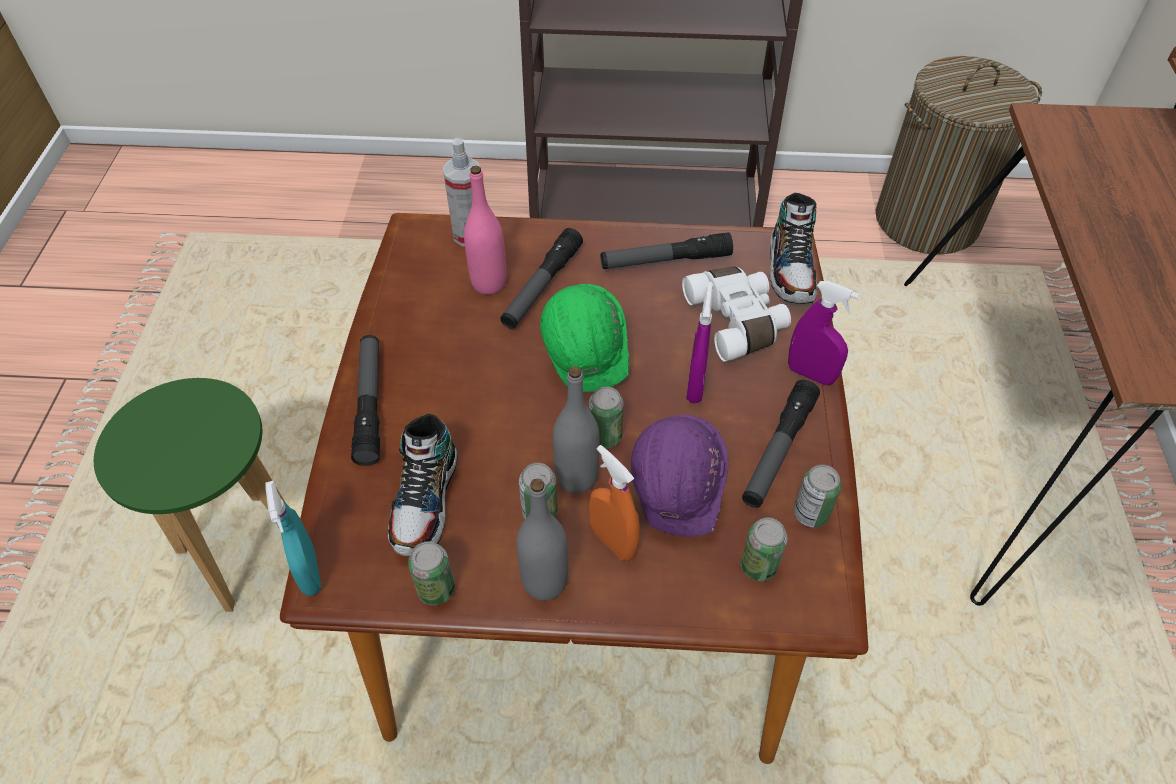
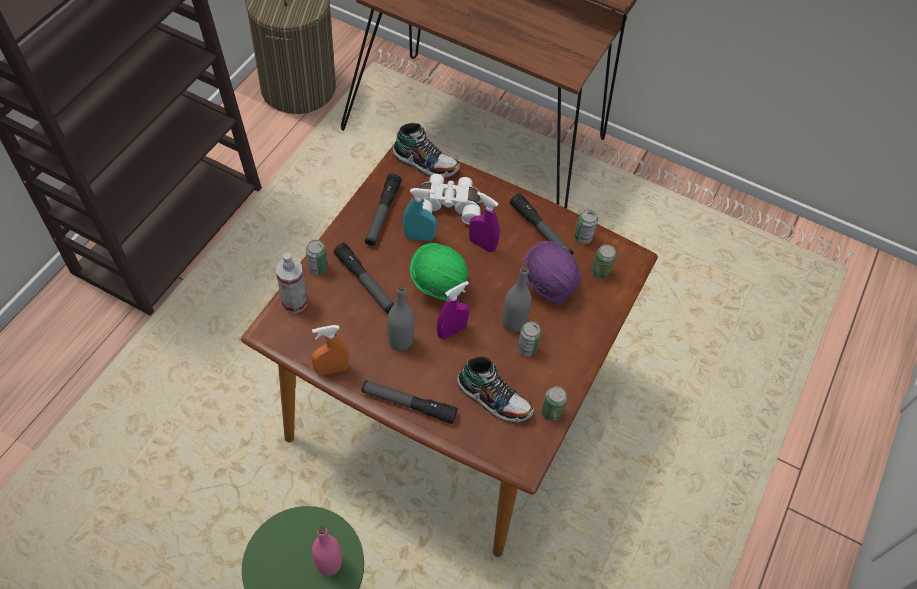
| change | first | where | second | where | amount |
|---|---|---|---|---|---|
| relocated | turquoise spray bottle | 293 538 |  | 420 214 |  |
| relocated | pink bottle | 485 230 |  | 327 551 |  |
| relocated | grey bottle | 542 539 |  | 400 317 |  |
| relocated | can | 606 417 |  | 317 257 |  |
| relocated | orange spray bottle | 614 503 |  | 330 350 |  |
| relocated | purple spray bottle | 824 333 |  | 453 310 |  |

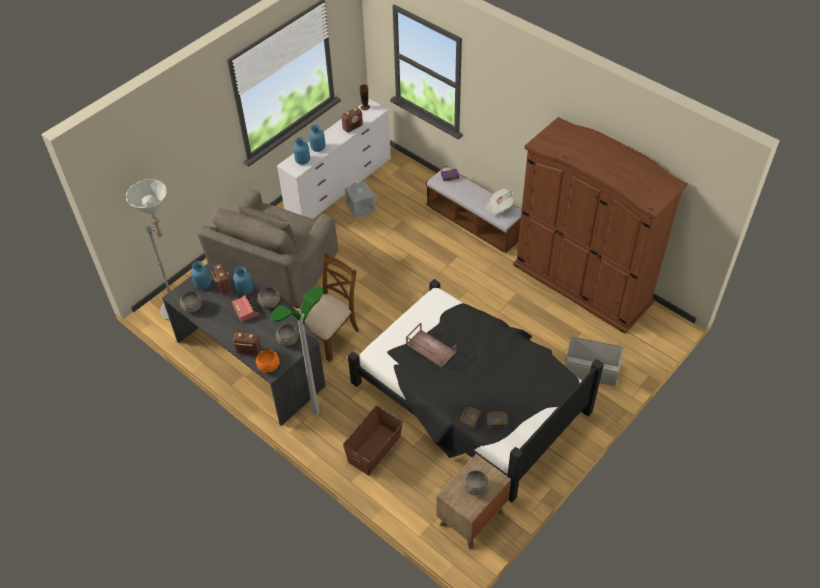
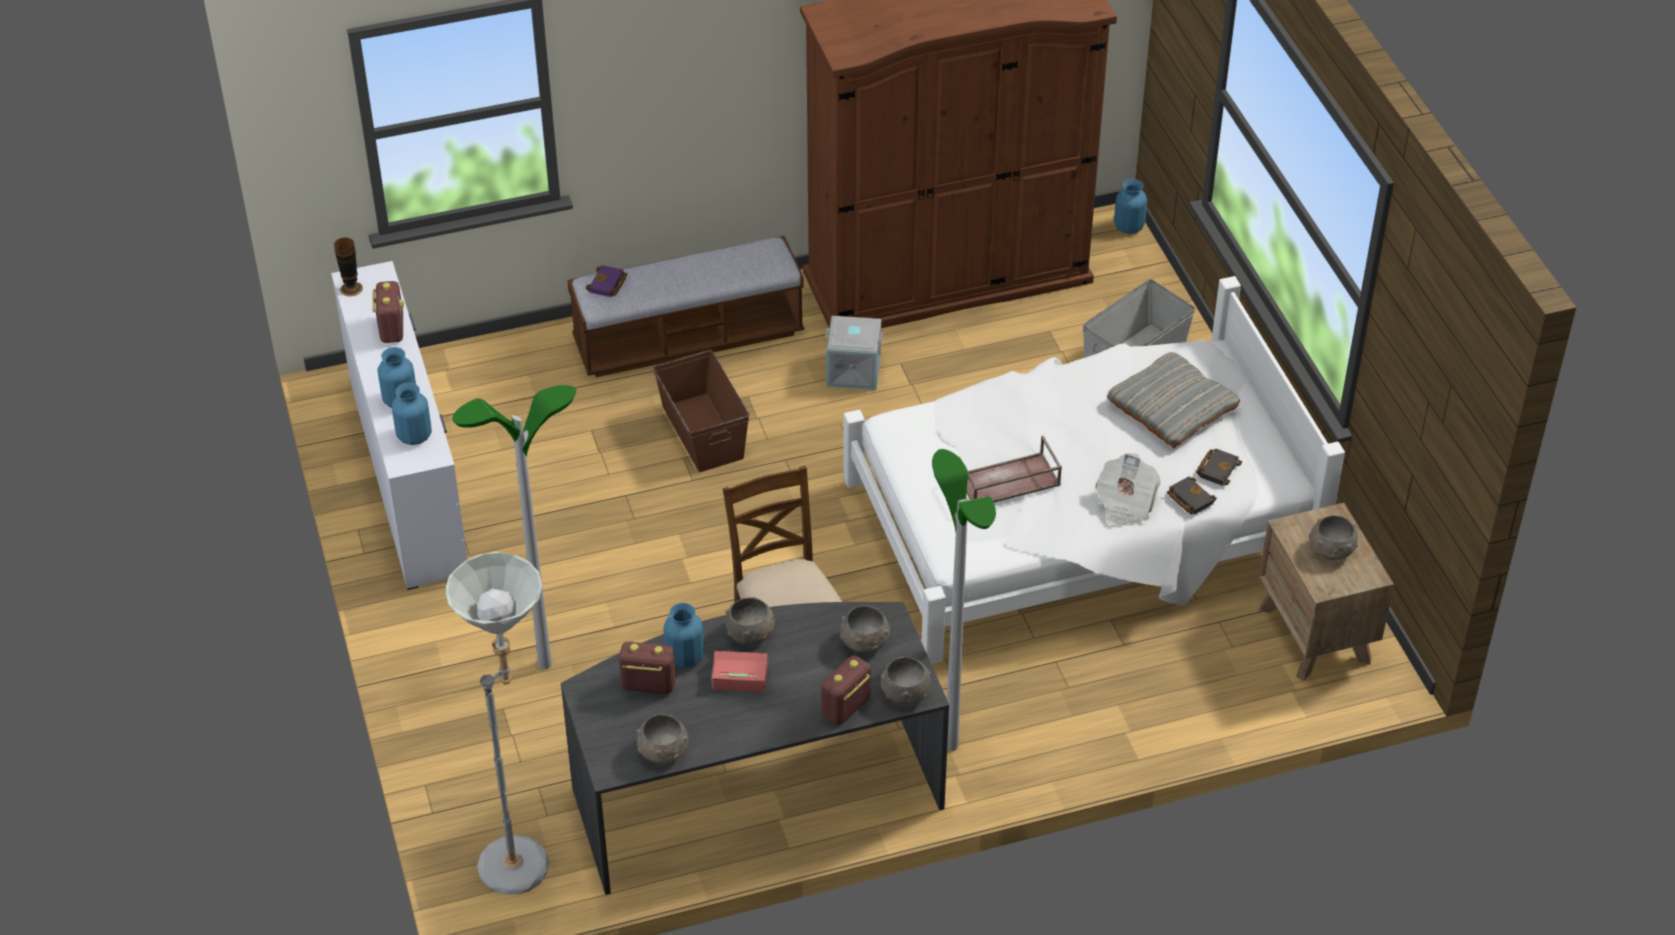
| change | first | where | second | where | amount |
|---|---|---|---|---|---|
| appeared |  |  | grey pillow | 1173 400 |  |
| relocated | blue vase | 201 275 |  | 1130 206 |  |
| relocated | brown storage box | 373 440 |  | 701 411 |  |
| relocated | grey storage box | 360 200 |  | 854 353 |  |
| relocated | newspaper | 499 202 |  | 1127 489 |  |
| exchanged | grey armchair | 267 249 | floor lamp | 514 527 |  |
| colour | orange bowl | 268 361 | grey bowl | 906 680 |  |
| colour | black bed | 476 391 | white bed | 1094 470 |  |

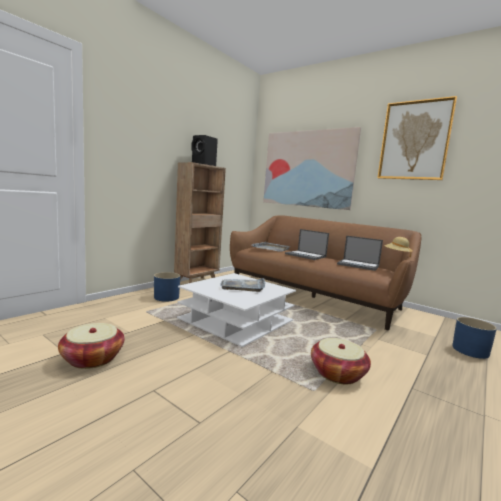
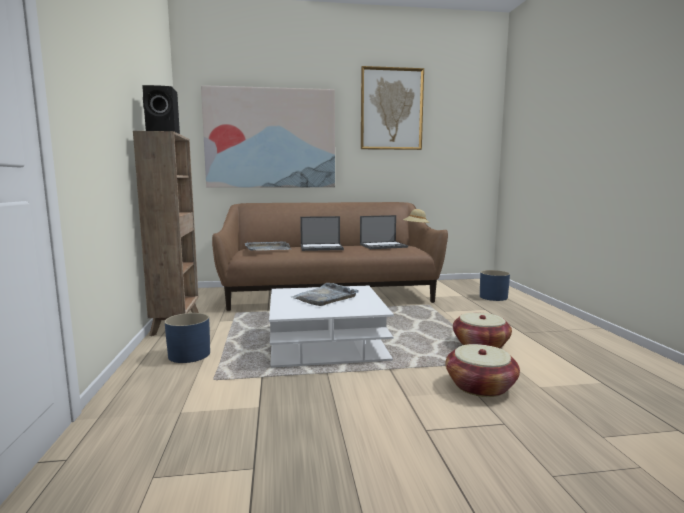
| change | first | where | second | where | amount |
|---|---|---|---|---|---|
| relocated | basket | 91 346 |  | 483 370 |  |

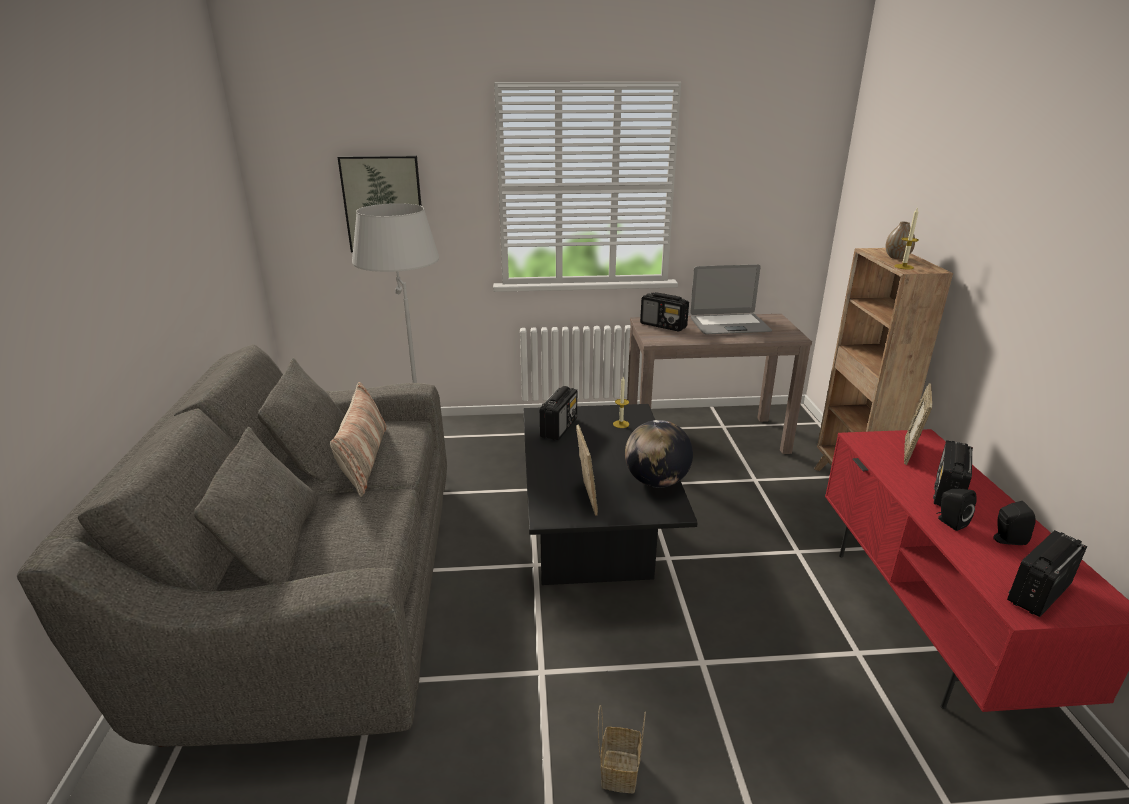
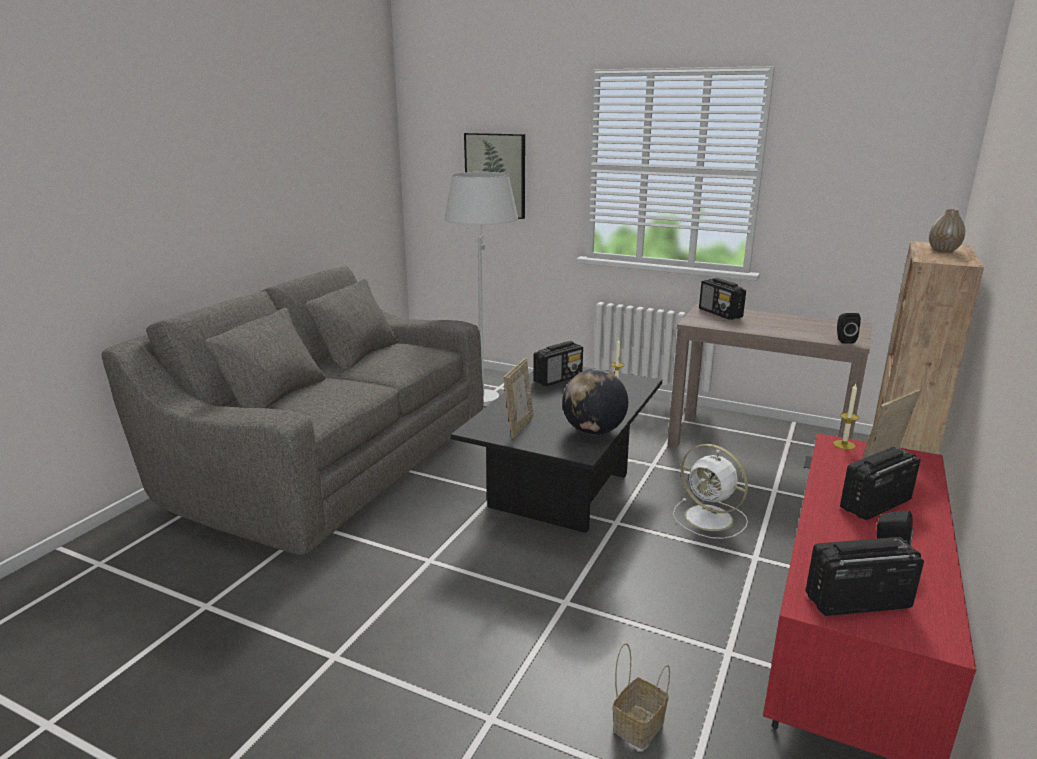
| change | first | where | second | where | amount |
|---|---|---|---|---|---|
| missing | pillow | 358 439 |  |  |  |
| missing | laptop | 731 299 |  |  |  |
| appeared |  |  | white fan | 710 491 |  |
| relocated | basket | 622 749 |  | 641 696 |  |
| relocated | candle | 906 238 |  | 846 417 |  |
| relocated | black speaker | 957 510 |  | 849 328 |  |

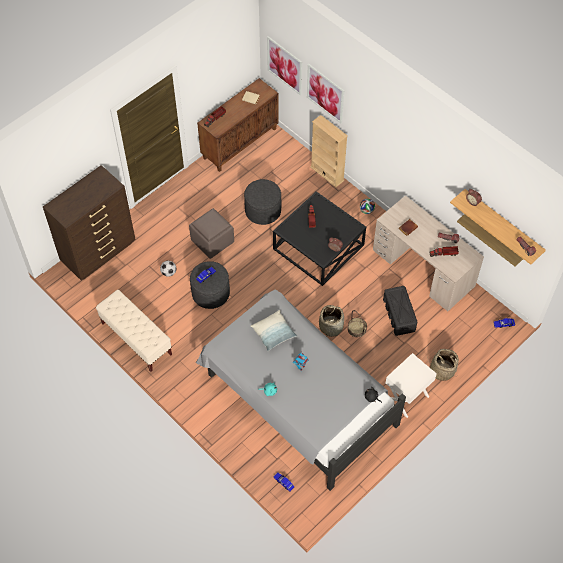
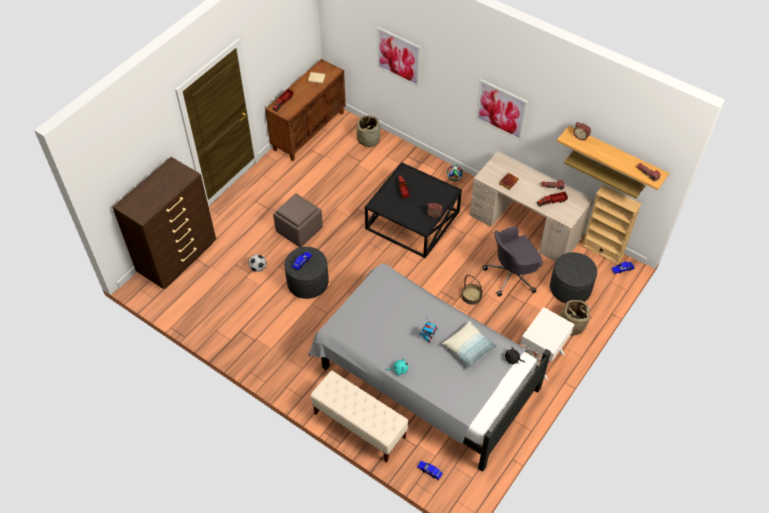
| change | first | where | second | where | amount |
|---|---|---|---|---|---|
| relocated | beige bench | 134 331 |  | 359 416 |  |
| relocated | grey ottoman | 262 202 |  | 573 277 |  |
| relocated | pillow | 273 330 |  | 469 345 |  |
| relocated | picture | 284 66 |  | 502 110 |  |
| relocated | beige bookcase | 329 151 |  | 611 225 |  |
| relocated | basket | 331 321 |  | 368 131 |  |
| exchanged | black storage box | 400 311 | grey office chair | 512 261 |  |

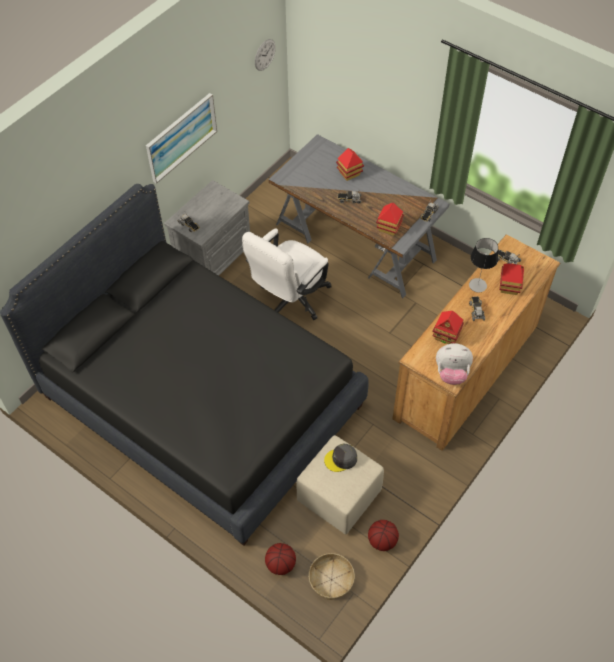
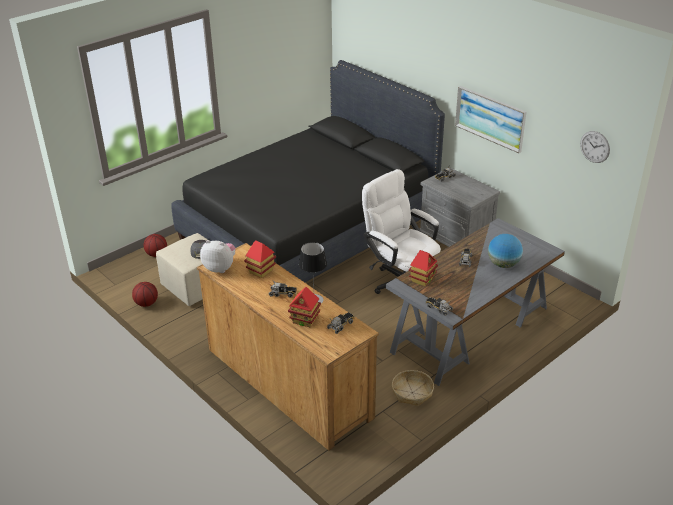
| change | first | where | second | where | amount |
|---|---|---|---|---|---|
| relocated | basket | 332 576 |  | 413 388 |  |
| exchanged | toy house | 350 164 | globe | 505 251 |  |
| spun | plush toy | 454 364 |  | 218 256 | 90 degrees clockwise |

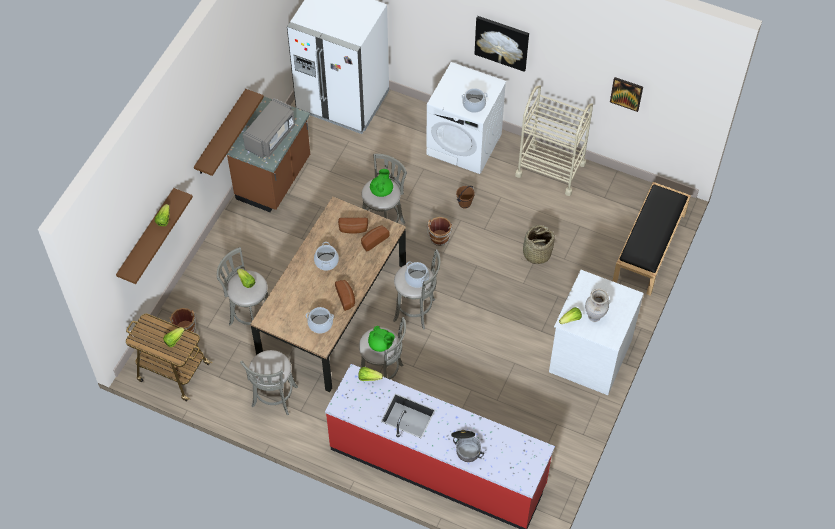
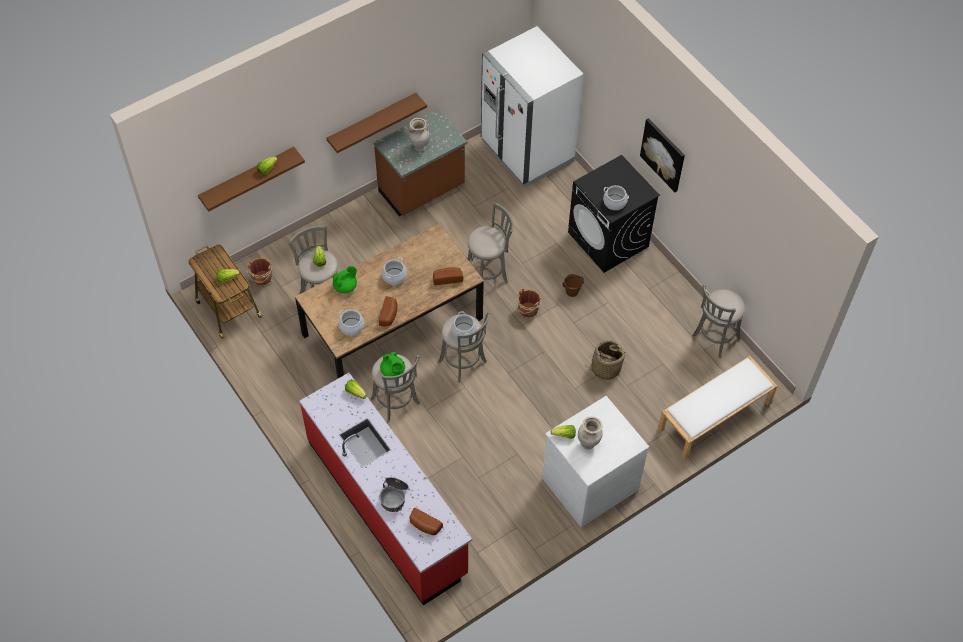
| change | first | where | second | where | amount |
|---|---|---|---|---|---|
| missing | beige cart | 554 140 |  |  |  |
| missing | picture | 626 94 |  |  |  |
| relocated | grey stool | 269 383 |  | 718 321 |  |
| relocated | bread | 353 225 |  | 426 521 |  |
| relocated | green teapot | 381 183 |  | 345 279 |  |
| exchanged | grey microwave | 269 128 | beige vase | 419 135 |  |
| colour | white washing machine | 466 118 | black washing machine | 614 214 |  |
| colour | black bench | 652 239 | white bench | 717 408 |  |

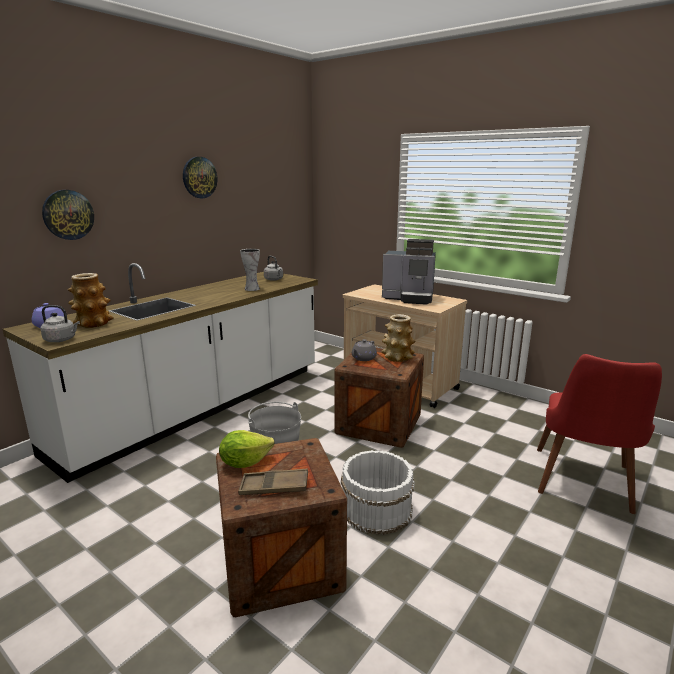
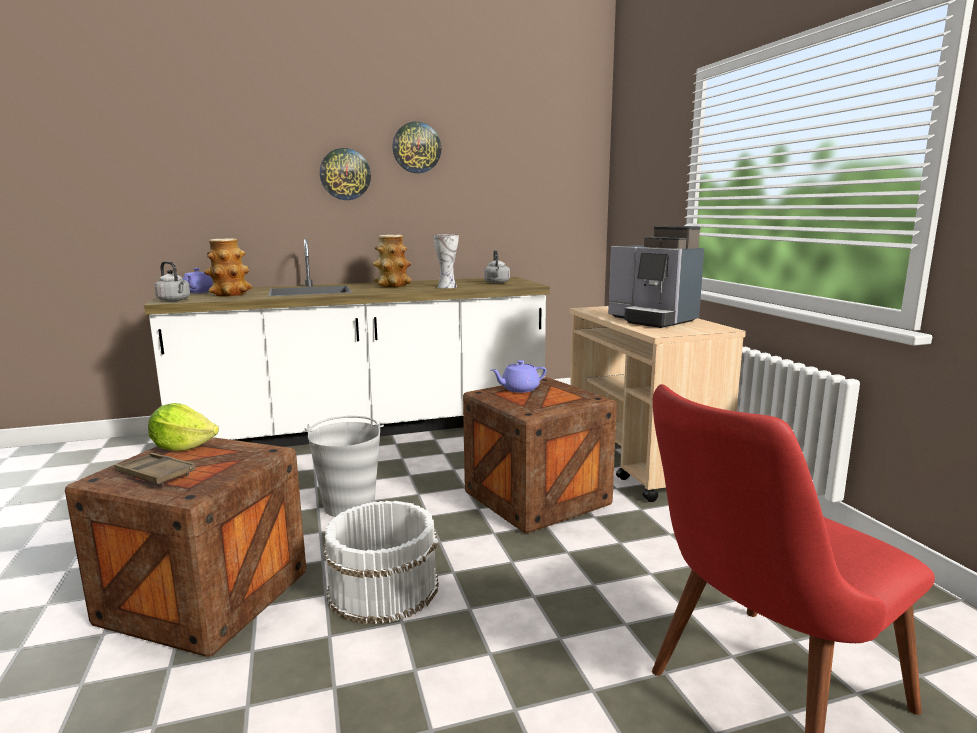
| change | first | where | second | where | amount |
|---|---|---|---|---|---|
| relocated | wall clock | 68 215 |  | 345 174 |  |
| relocated | vase | 398 338 |  | 392 261 |  |
| colour | grey teapot | 364 350 | purple teapot | 519 376 |  |

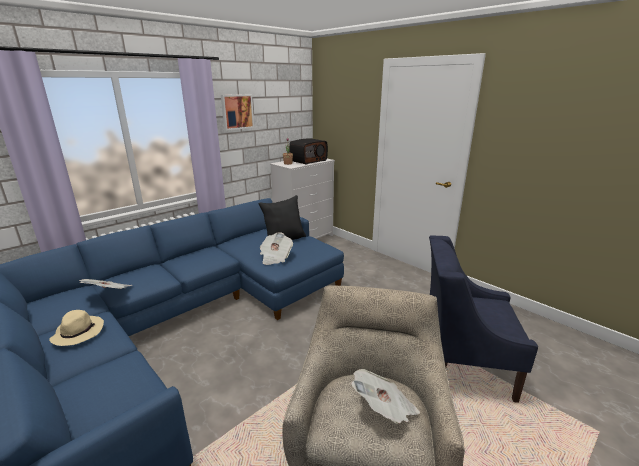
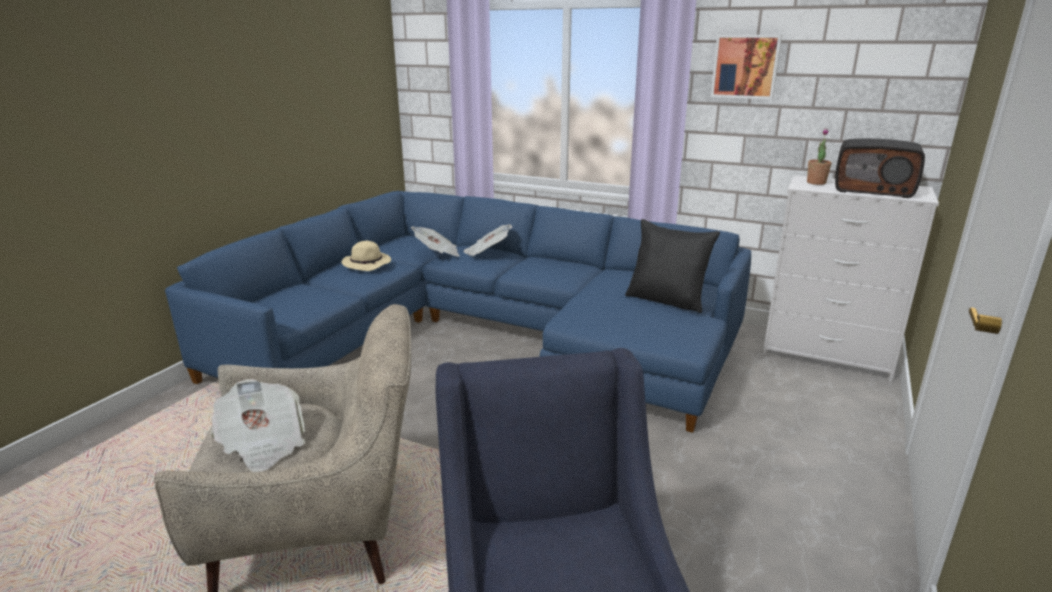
| change | first | where | second | where | amount |
|---|---|---|---|---|---|
| relocated | newspaper | 276 248 |  | 487 241 |  |

